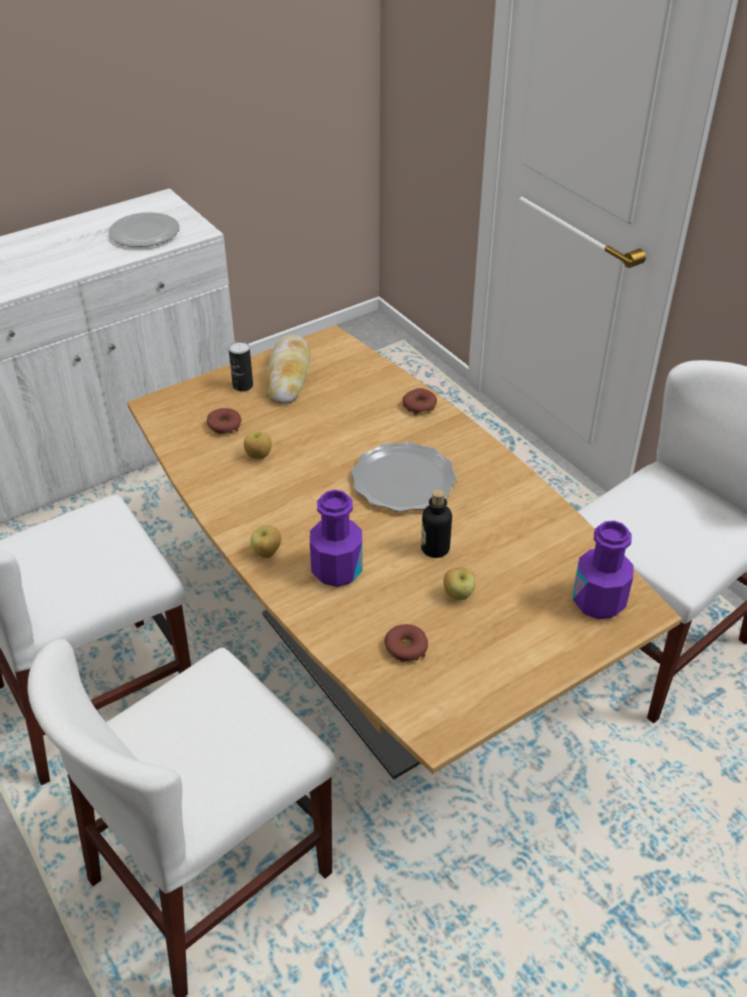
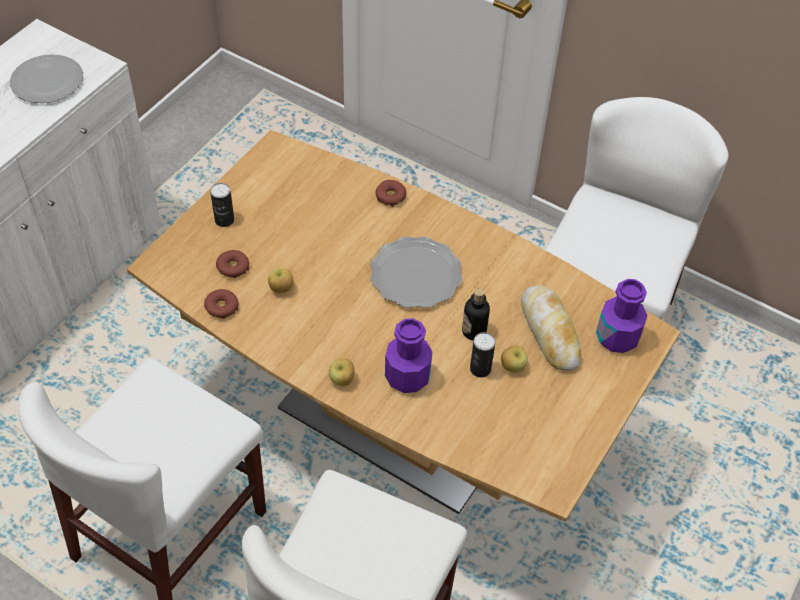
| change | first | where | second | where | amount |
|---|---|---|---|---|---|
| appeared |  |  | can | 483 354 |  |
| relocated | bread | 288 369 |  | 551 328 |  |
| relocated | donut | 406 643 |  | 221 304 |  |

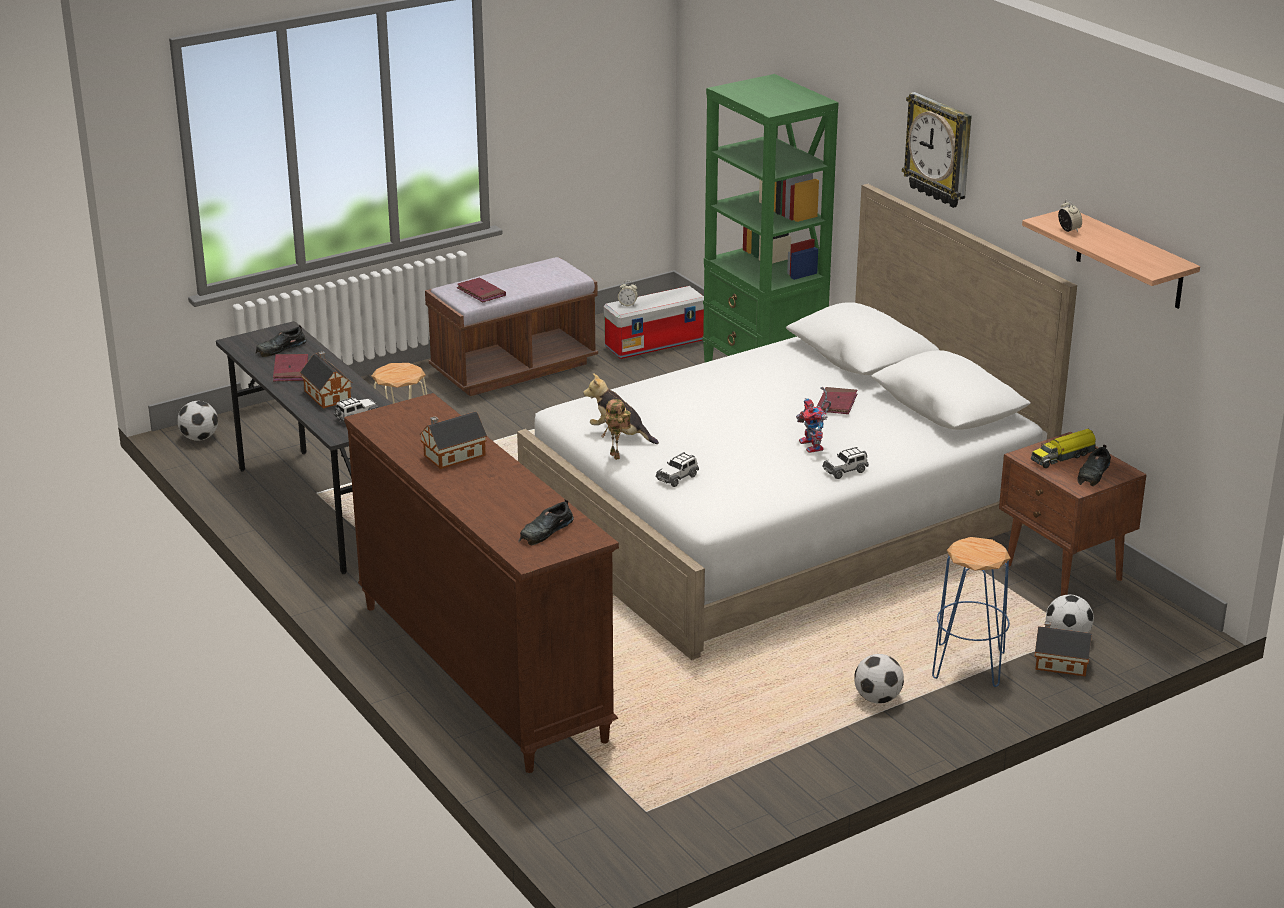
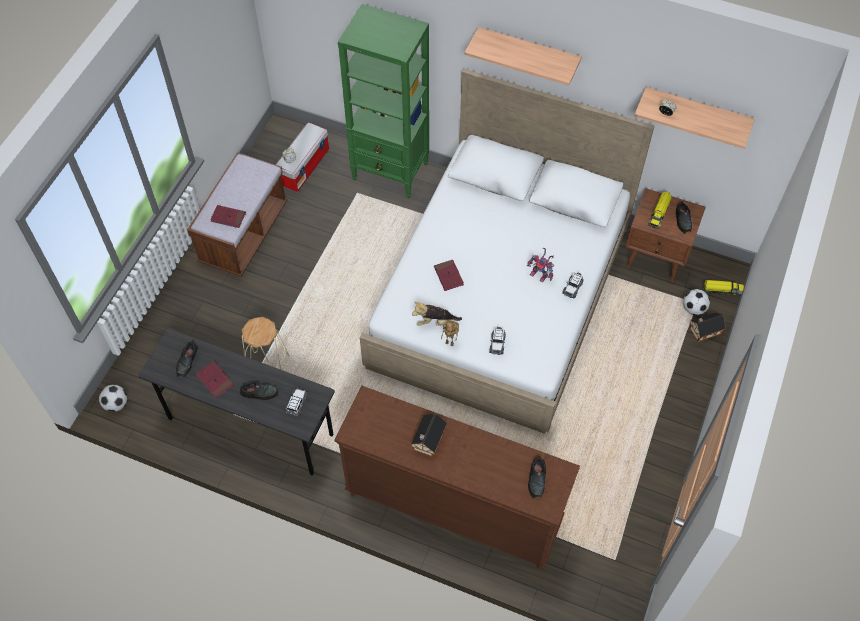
| change | first | where | second | where | amount |
|---|---|---|---|---|---|
| missing | football | 879 679 |  |  |  |
| missing | blue stool | 971 612 |  |  |  |
| appeared |  |  | toy truck | 723 288 |  |
| relocated | red book | 837 400 |  | 449 275 |  |
| exchanged | toy house | 326 380 | black shoe | 259 391 |  |
| exchanged | wall clock | 937 150 | shelf | 523 56 |  |

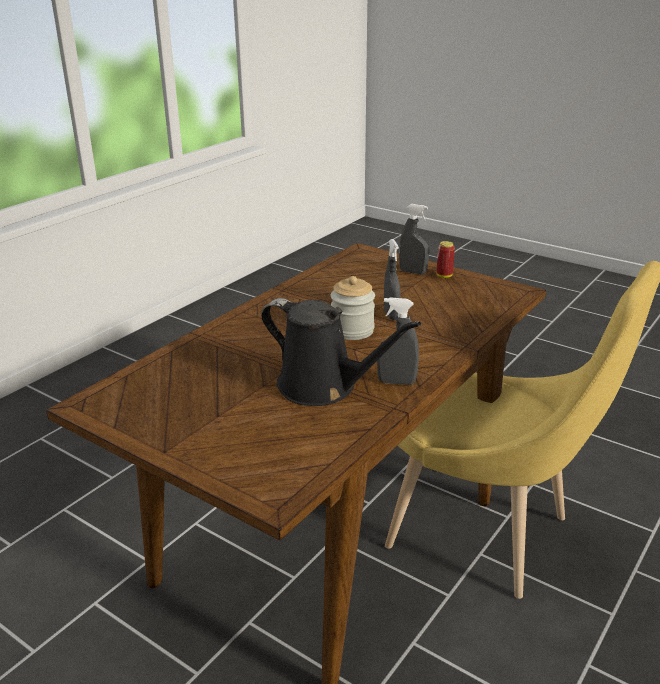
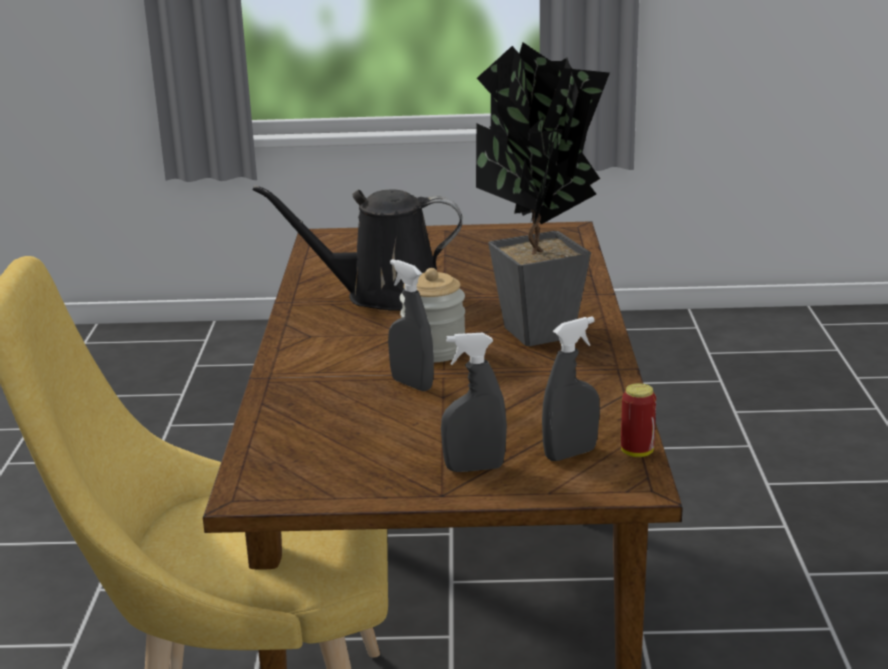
| change | first | where | second | where | amount |
|---|---|---|---|---|---|
| appeared |  |  | potted plant | 543 194 |  |
| relocated | grey spray bottle | 398 341 |  | 571 388 |  |
| relocated | can | 446 259 |  | 638 420 |  |

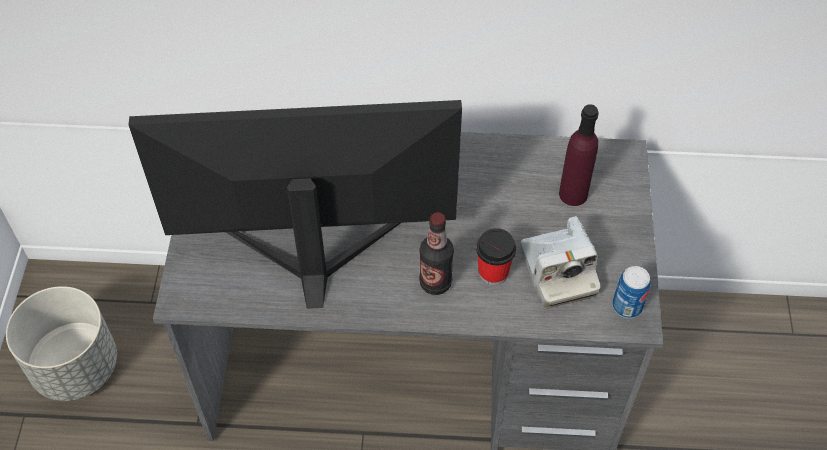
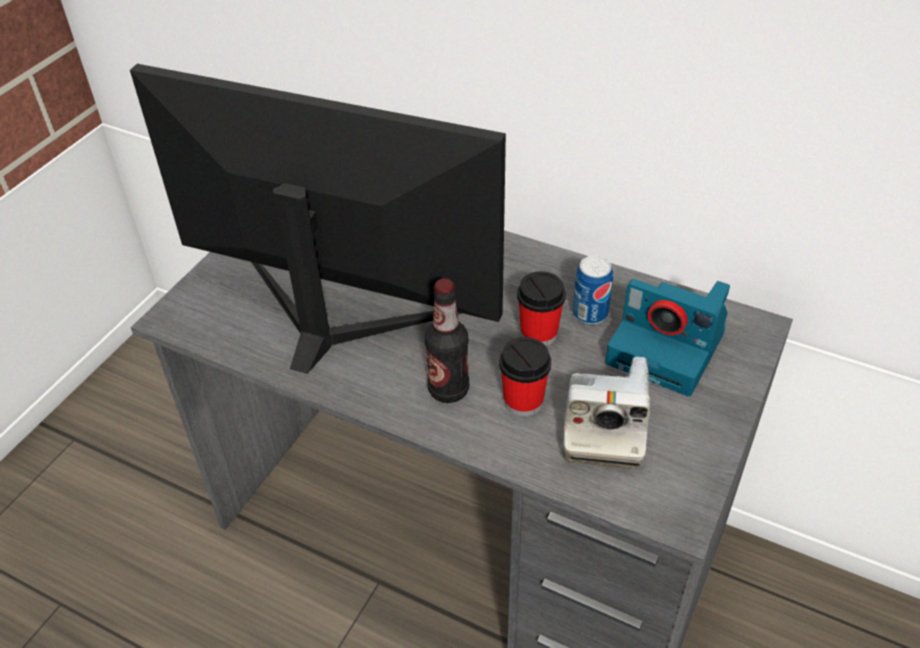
| change | first | where | second | where | amount |
|---|---|---|---|---|---|
| missing | grey planter | 61 343 |  |  |  |
| appeared |  |  | cup | 541 308 |  |
| relocated | can | 631 292 |  | 593 290 |  |
| exchanged | purple bottle | 579 155 | photo camera | 667 337 |  |

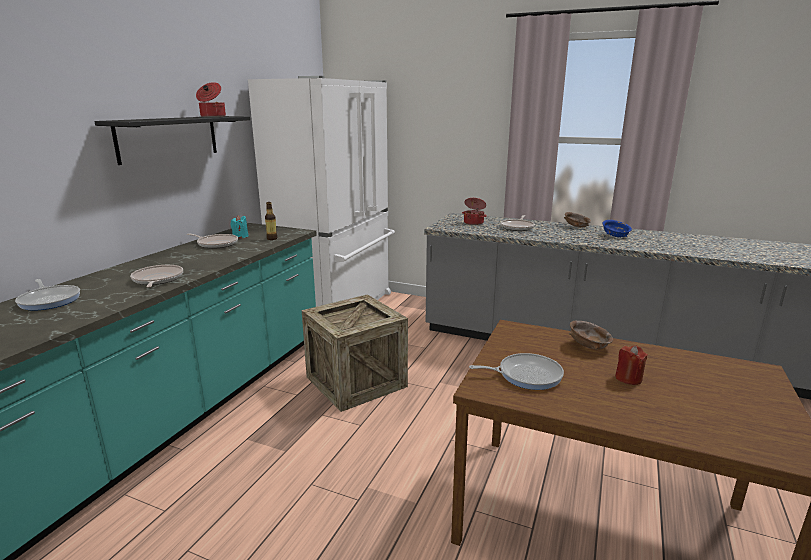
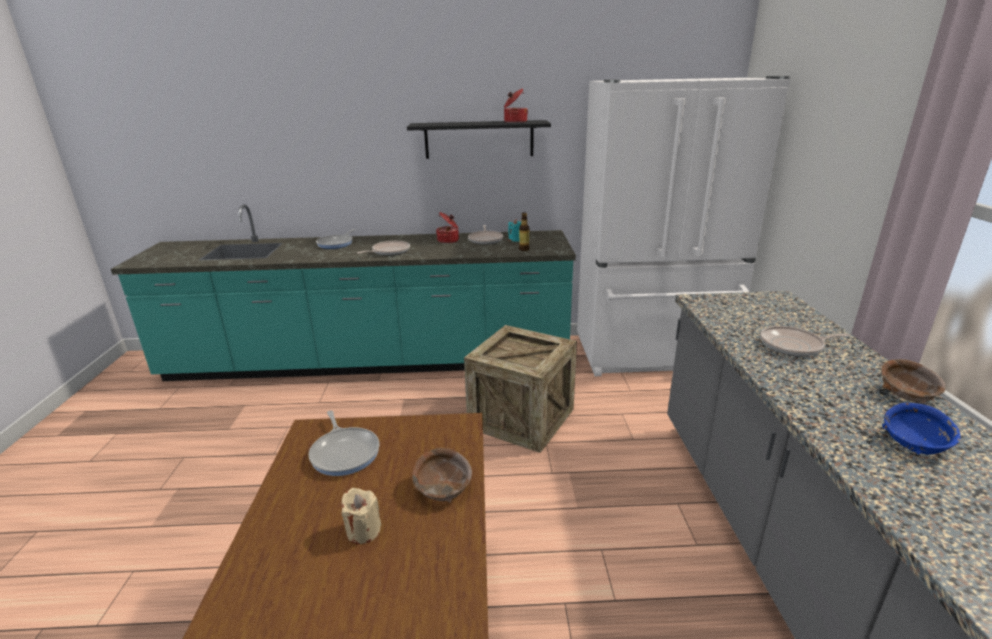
| change | first | where | second | where | amount |
|---|---|---|---|---|---|
| relocated | cooking pot | 474 211 |  | 447 228 |  |
| colour | red candle | 631 365 | beige candle | 361 516 |  |

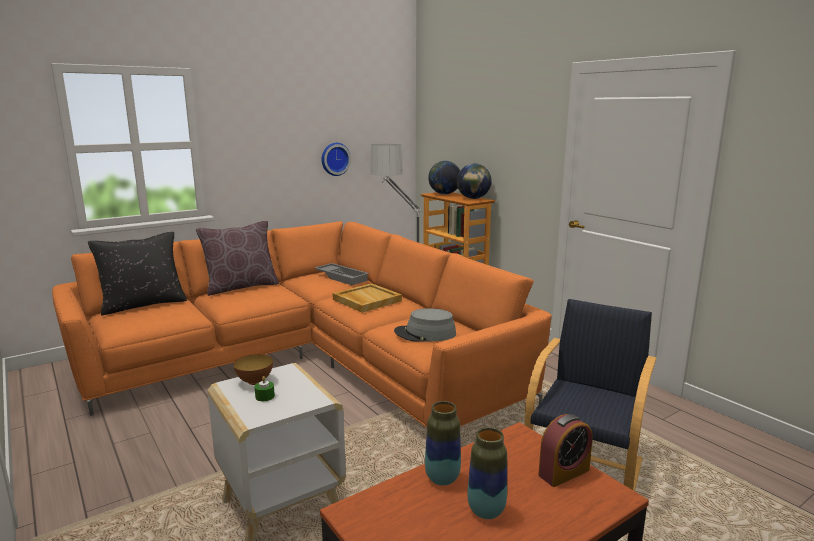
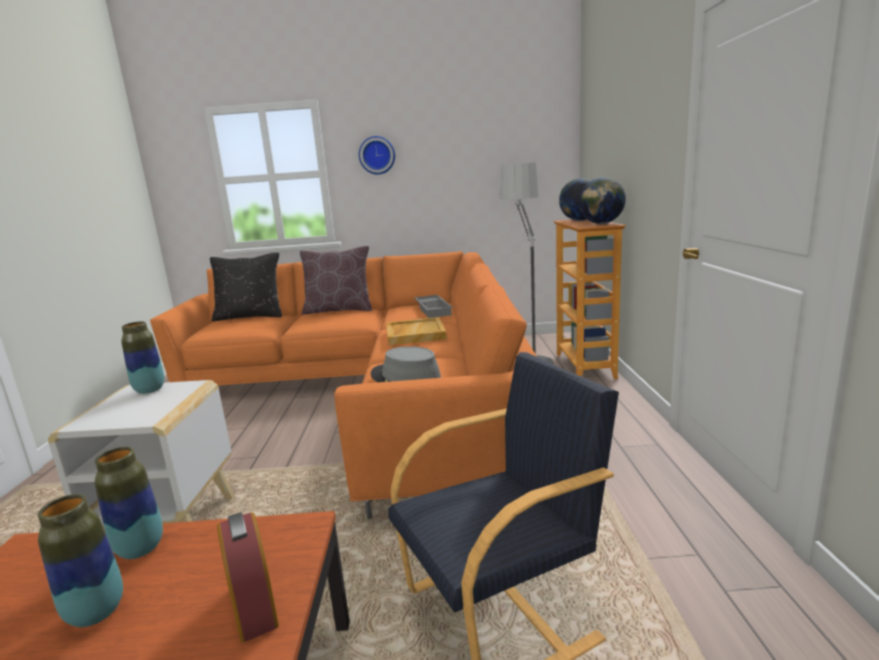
| change | first | where | second | where | amount |
|---|---|---|---|---|---|
| missing | green candle | 265 388 |  |  |  |
| relocated | wall clock | 336 159 |  | 377 155 |  |
| exchanged | bowl | 253 369 | vase | 142 357 |  |
| spun | alarm clock | 565 450 |  | 248 577 | 120 degrees counterclockwise |

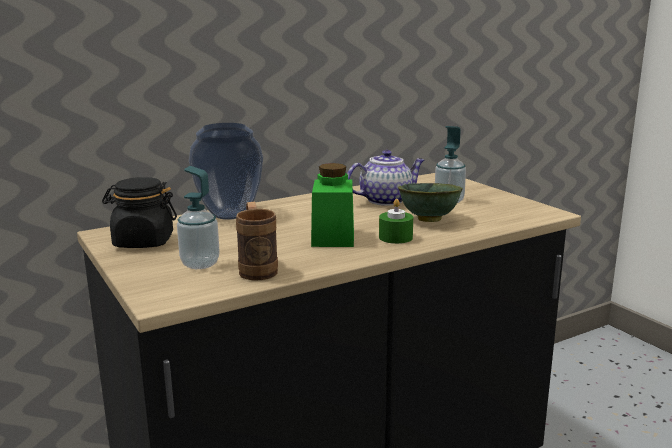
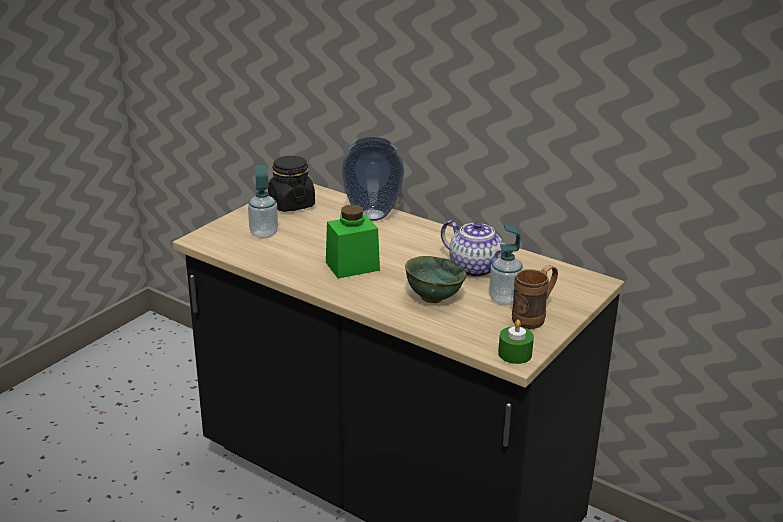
| change | first | where | second | where | amount |
|---|---|---|---|---|---|
| relocated | brown mug | 257 241 |  | 535 297 |  |
| relocated | green candle | 396 221 |  | 516 342 |  |

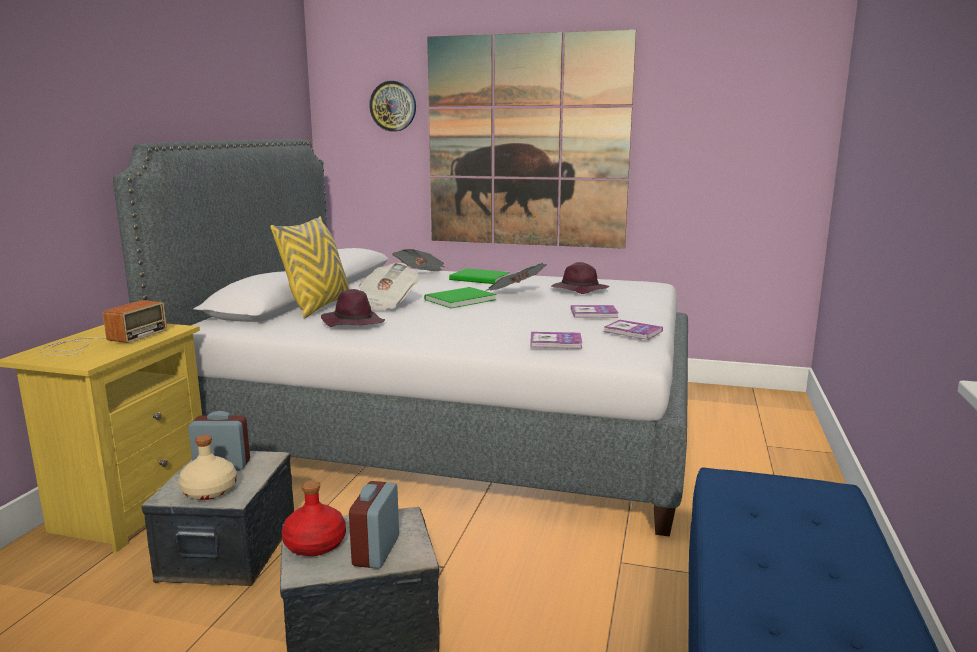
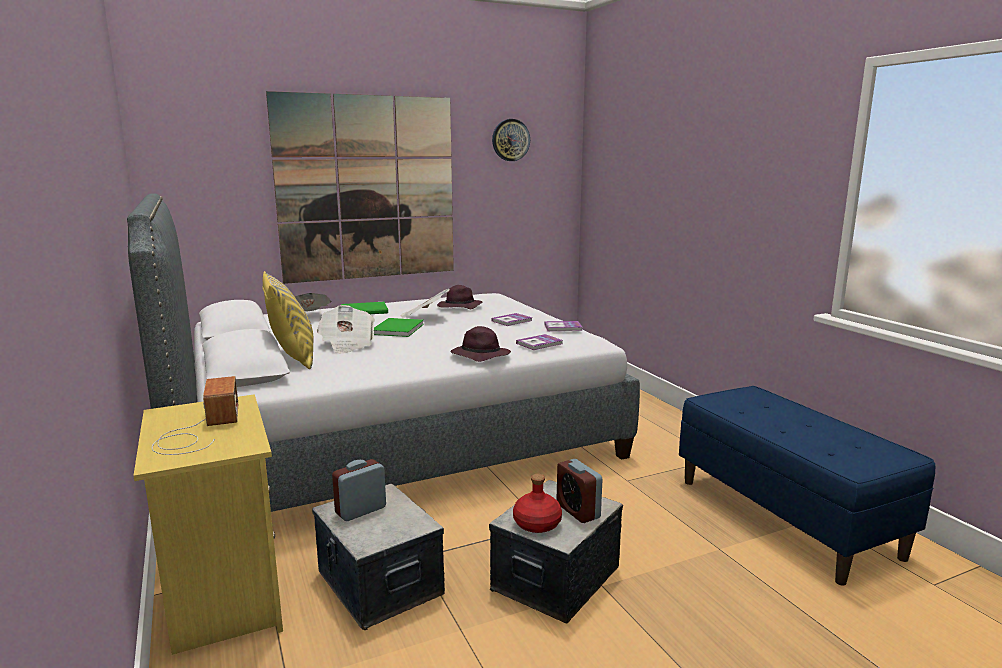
| change | first | where | second | where | amount |
|---|---|---|---|---|---|
| missing | beige bottle | 207 467 |  |  |  |
| relocated | purple hat | 353 308 |  | 480 344 |  |
| relocated | wall clock | 392 106 |  | 511 140 |  |

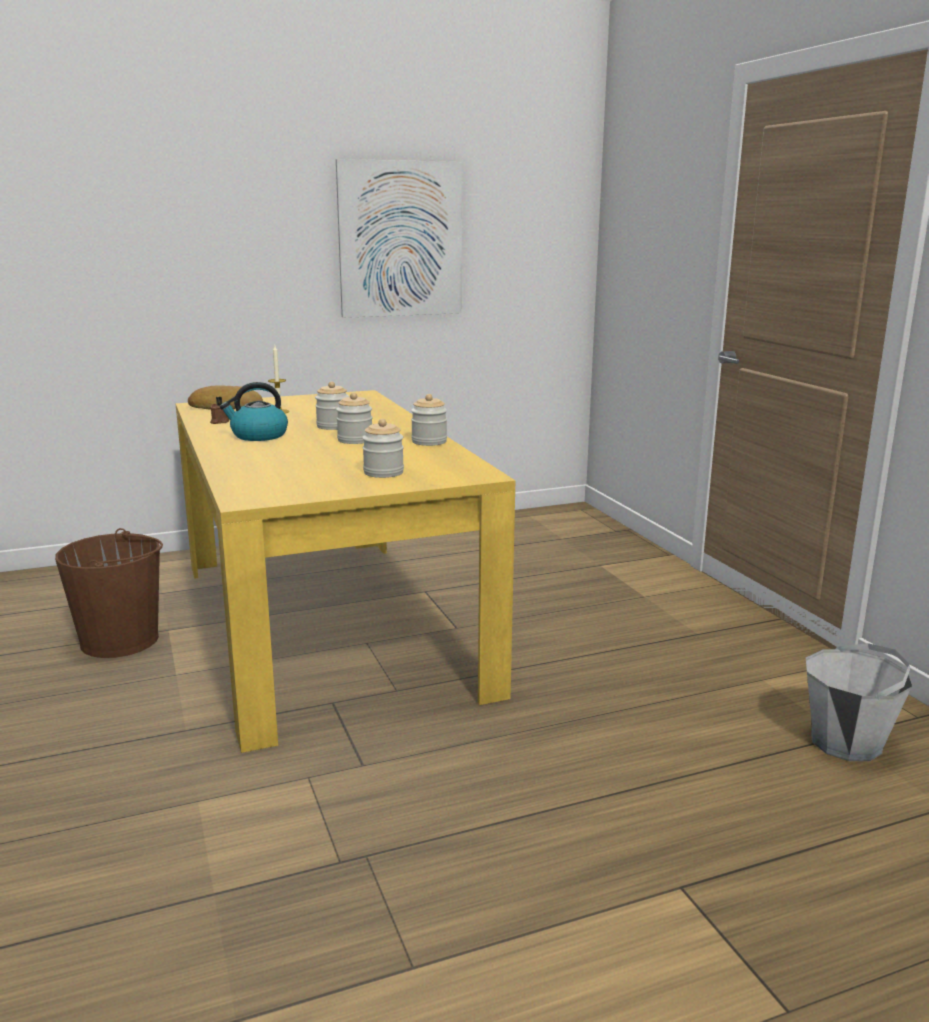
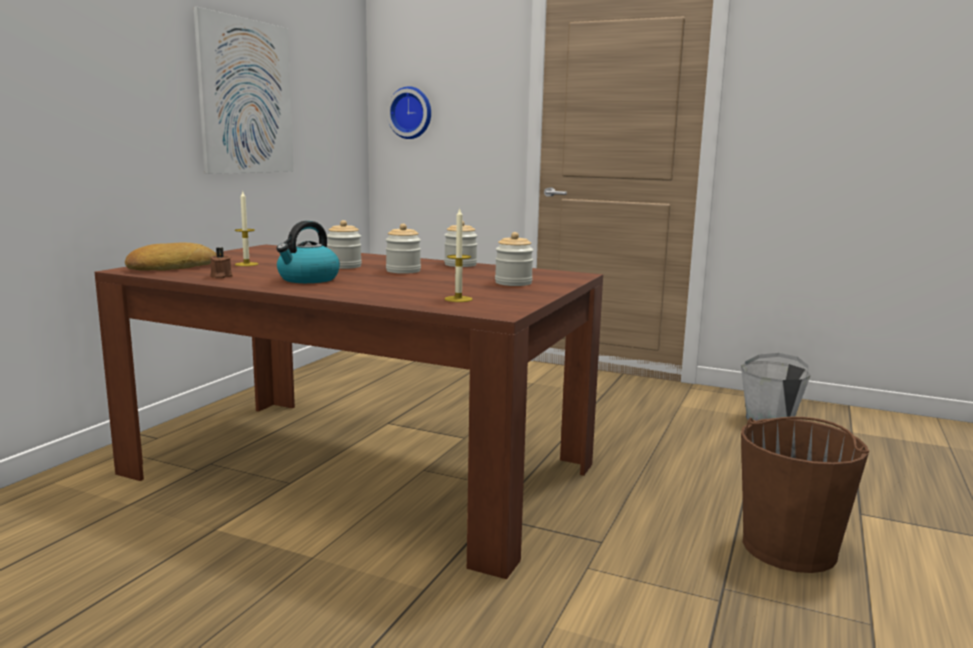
| change | first | where | second | where | amount |
|---|---|---|---|---|---|
| appeared |  |  | wall clock | 409 112 |  |
| appeared |  |  | candle | 458 255 |  |
| relocated | brown bucket | 109 593 |  | 805 495 |  |
| colour | yellow dining table | 345 571 | brown dining table | 348 411 |  |

